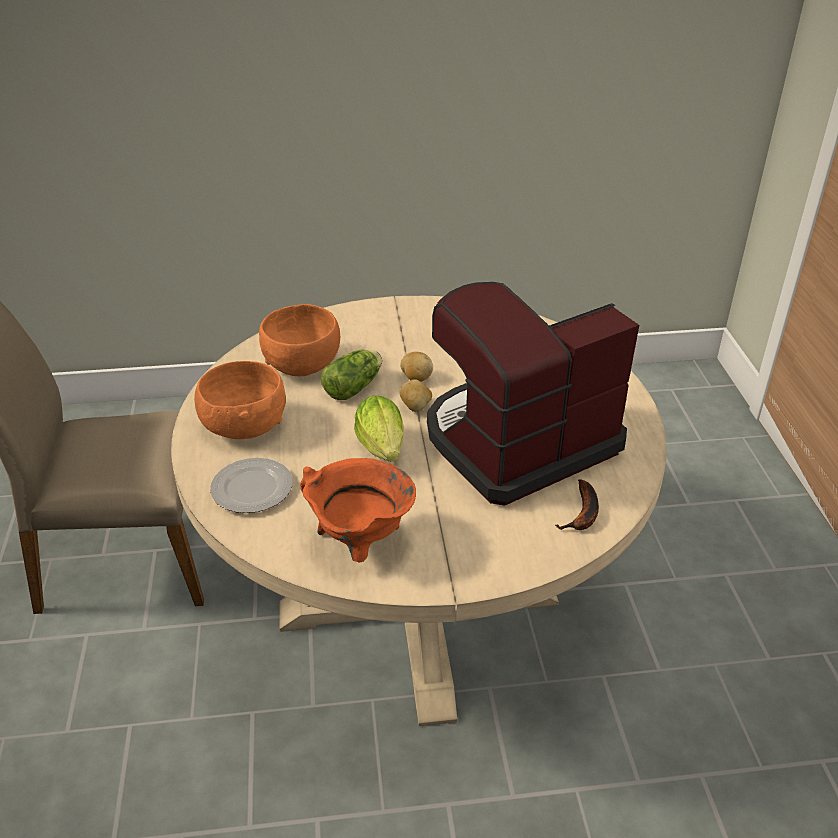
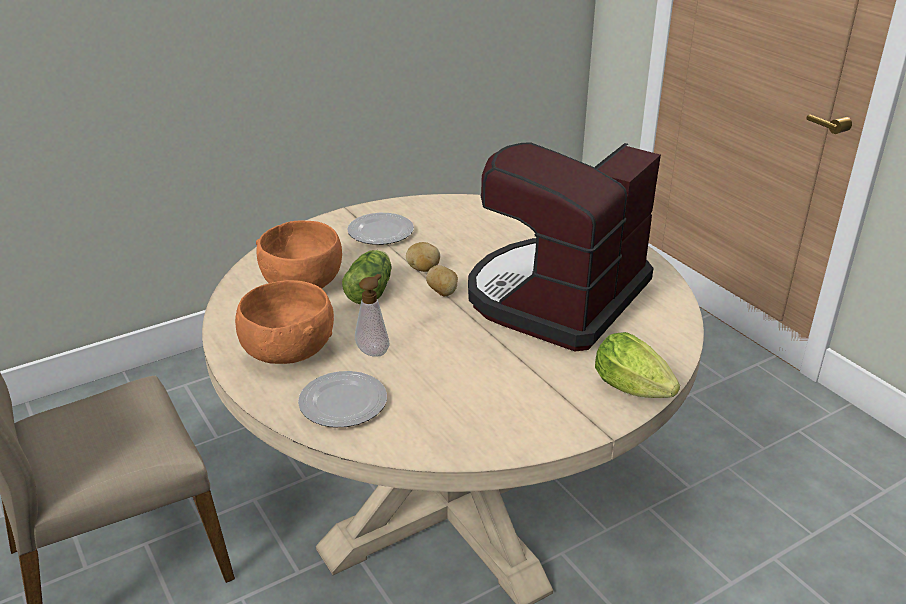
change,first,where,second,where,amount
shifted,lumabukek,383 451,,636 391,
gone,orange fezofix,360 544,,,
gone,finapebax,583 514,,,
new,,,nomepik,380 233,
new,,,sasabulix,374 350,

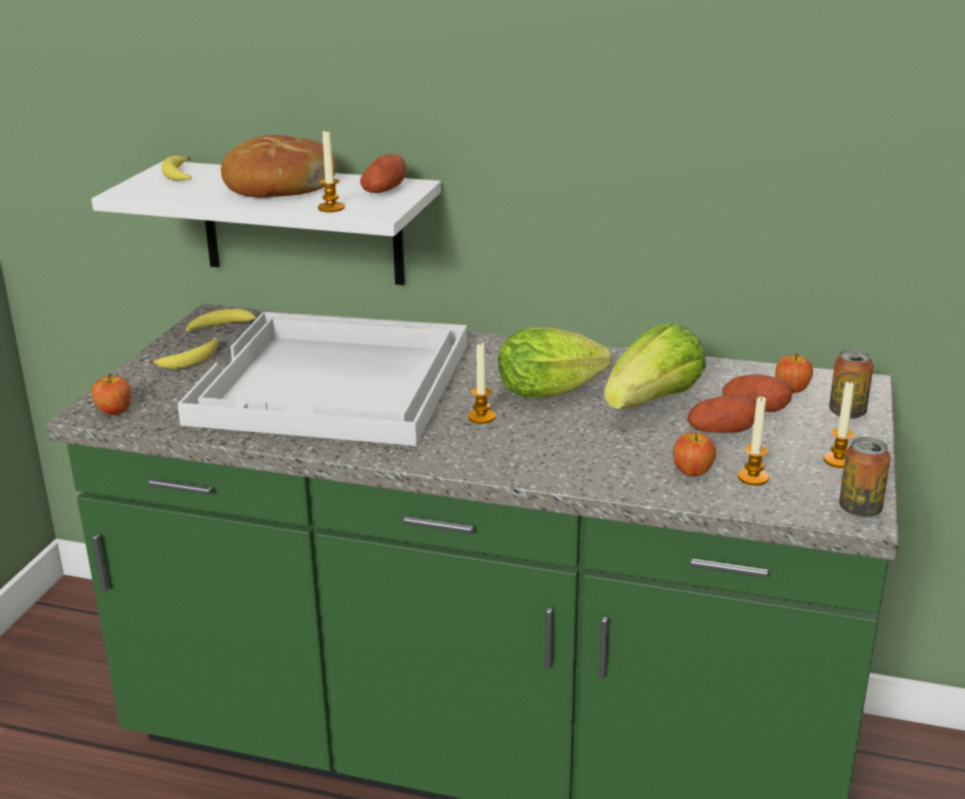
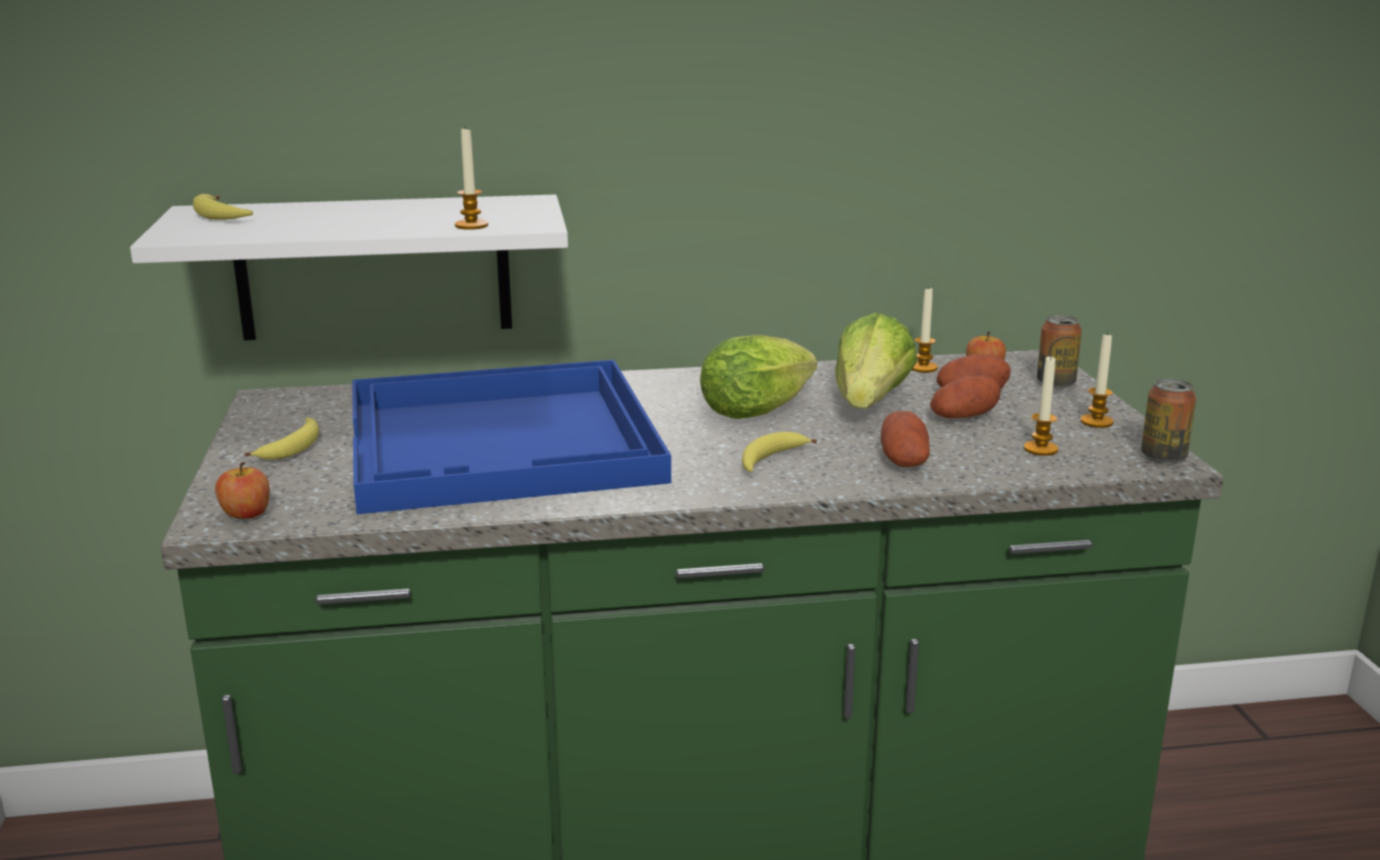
change,first,where,second,where,amount
gone,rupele,279 186,,,
shifted,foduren,384 190,,904 460,
shifted,finapebax,221 327,,770 460,
repainted,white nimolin,334 383,blue nimolin,504 441,
shifted,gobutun,481 417,,923 368,
gone,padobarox,693 471,,,

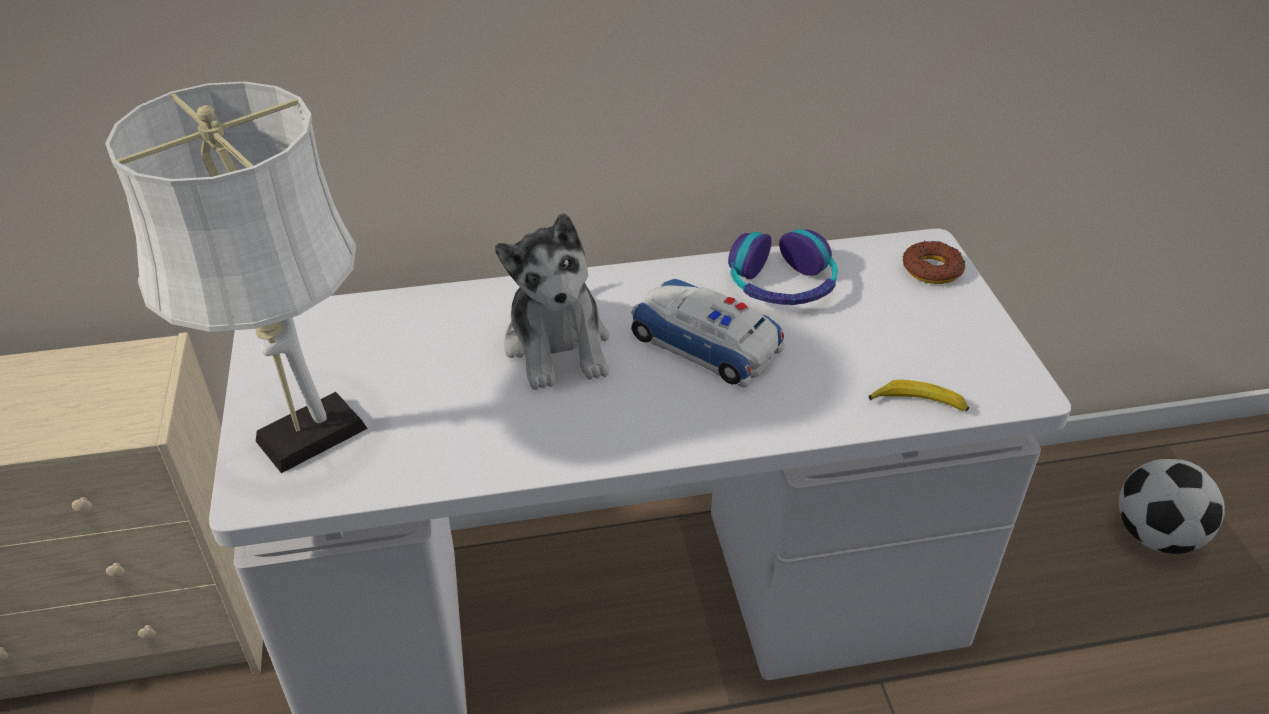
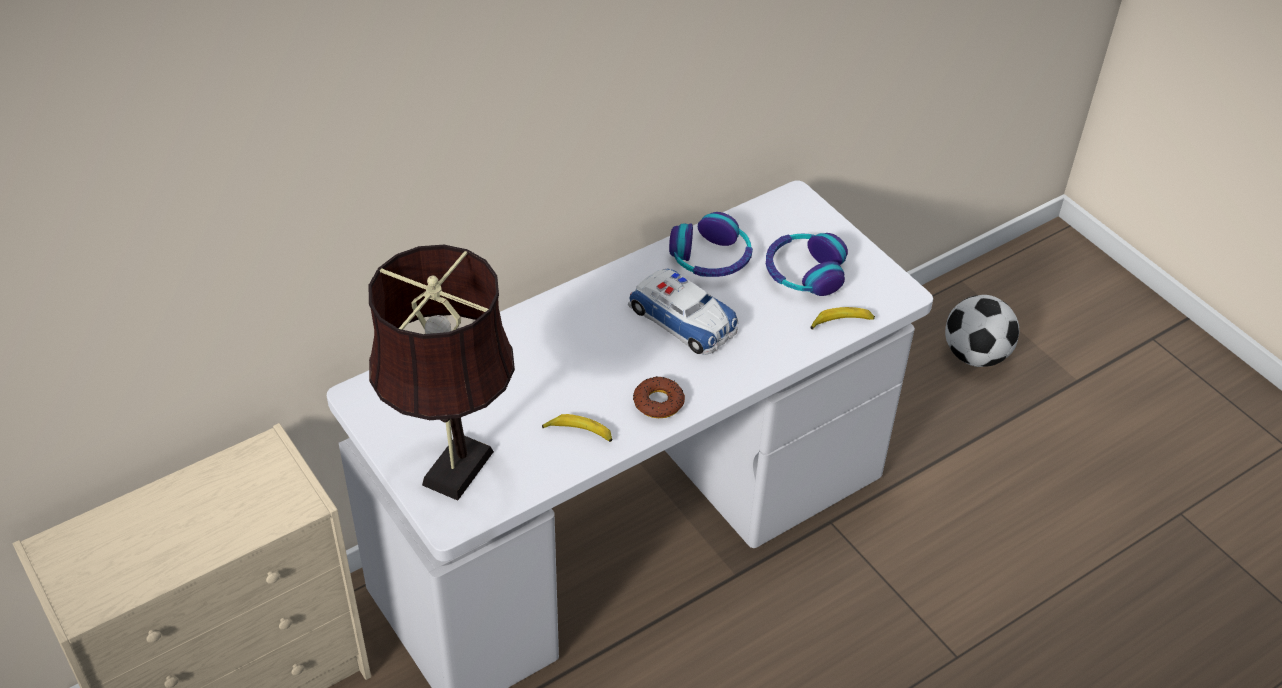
change,first,where,second,where,amount
repainted,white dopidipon,301 439,brown dopidipon,453 473,
gone,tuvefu,558 346,,,
shifted,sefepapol,932 269,,658 402,
rotated,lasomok,705 342,,683 319,150 degrees counterclockwise
new,,,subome,804 272,
new,,,finapebax,579 433,

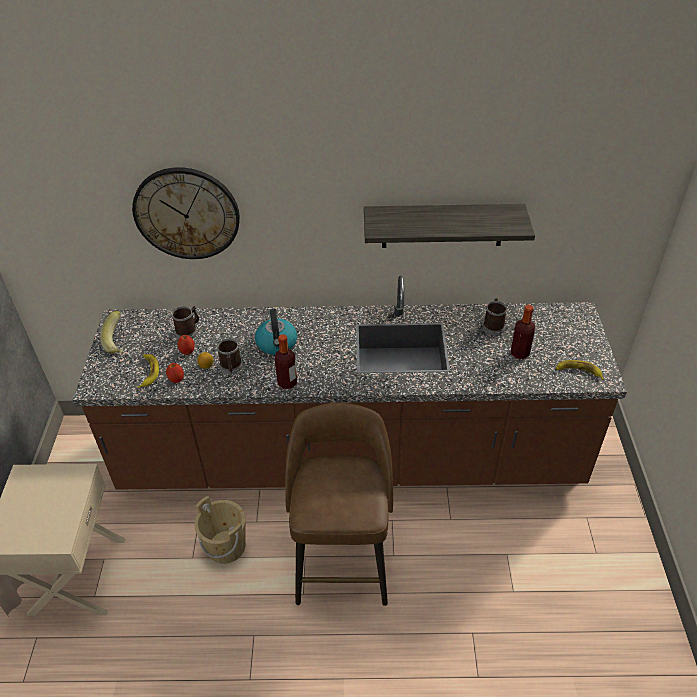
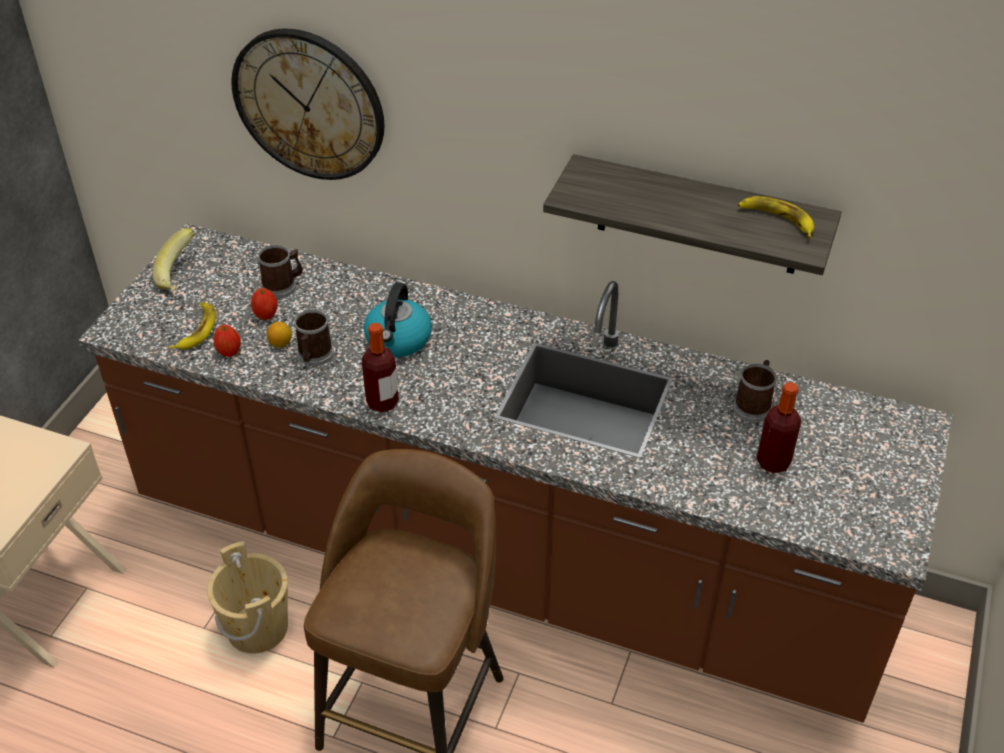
change,first,where,second,where,amount
shifted,finapebax,578 371,,776 219,

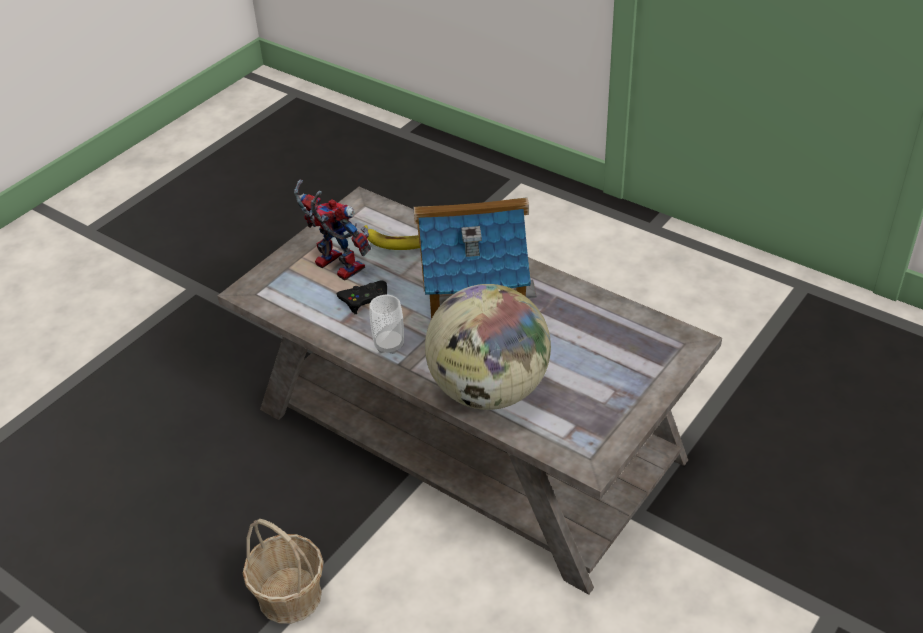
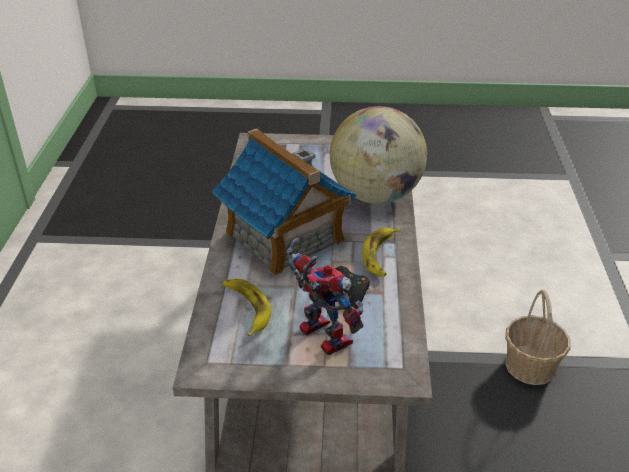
change,first,where,second,where,amount
rotated,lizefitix,333 266,,318 335,135 degrees clockwise
swapped,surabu,389 345,finapebax,381 255,

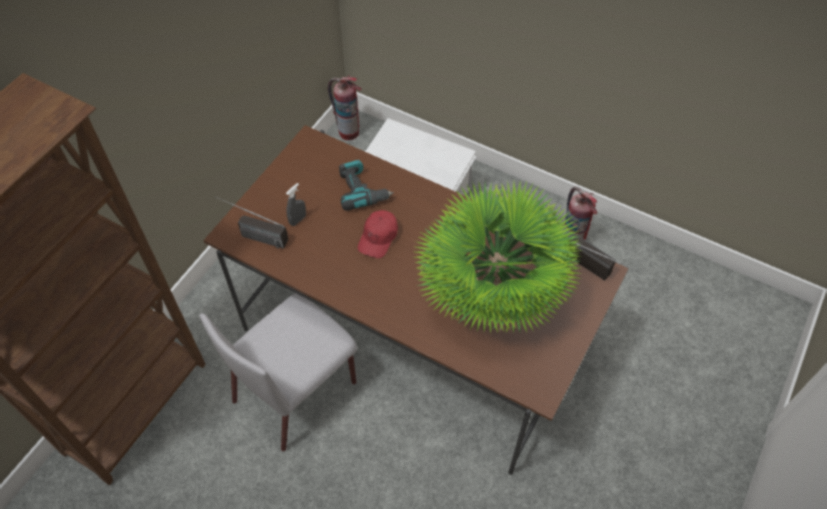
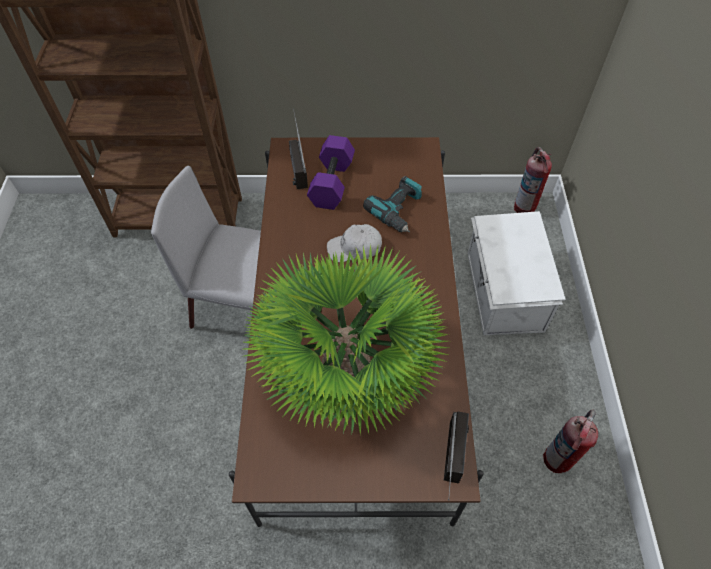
change,first,where,second,where,amount
swapped,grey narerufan,298 220,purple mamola,332 183,
repainted,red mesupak,378 237,white mesupak,355 248,

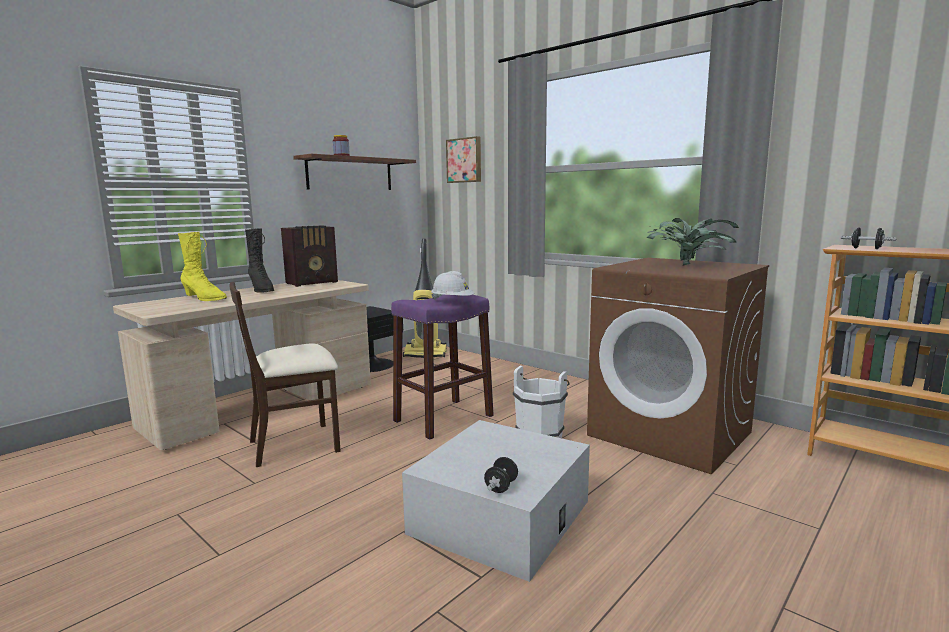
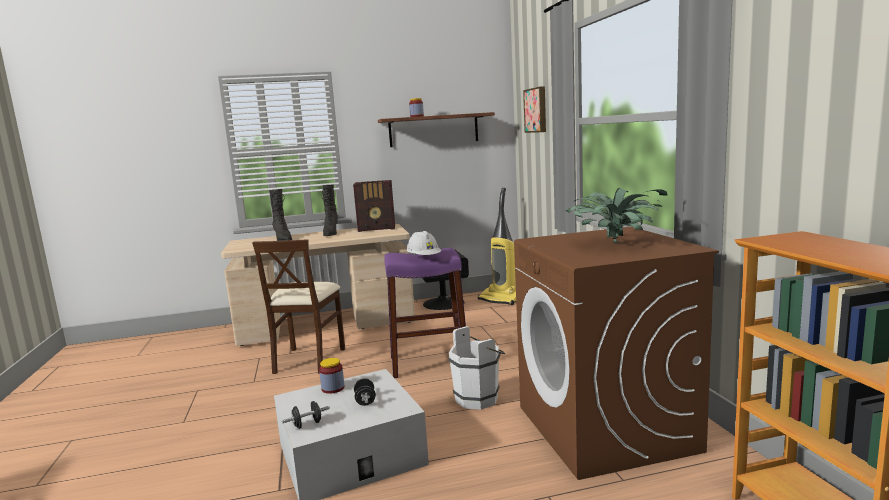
change,first,where,second,where,amount
shifted,black mamola,866 248,,365 401,
repainted,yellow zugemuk,204 298,black zugemuk,283 239,
rotated,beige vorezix,295 444,,308 360,90 degrees counterclockwise
new,,,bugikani,333 388,

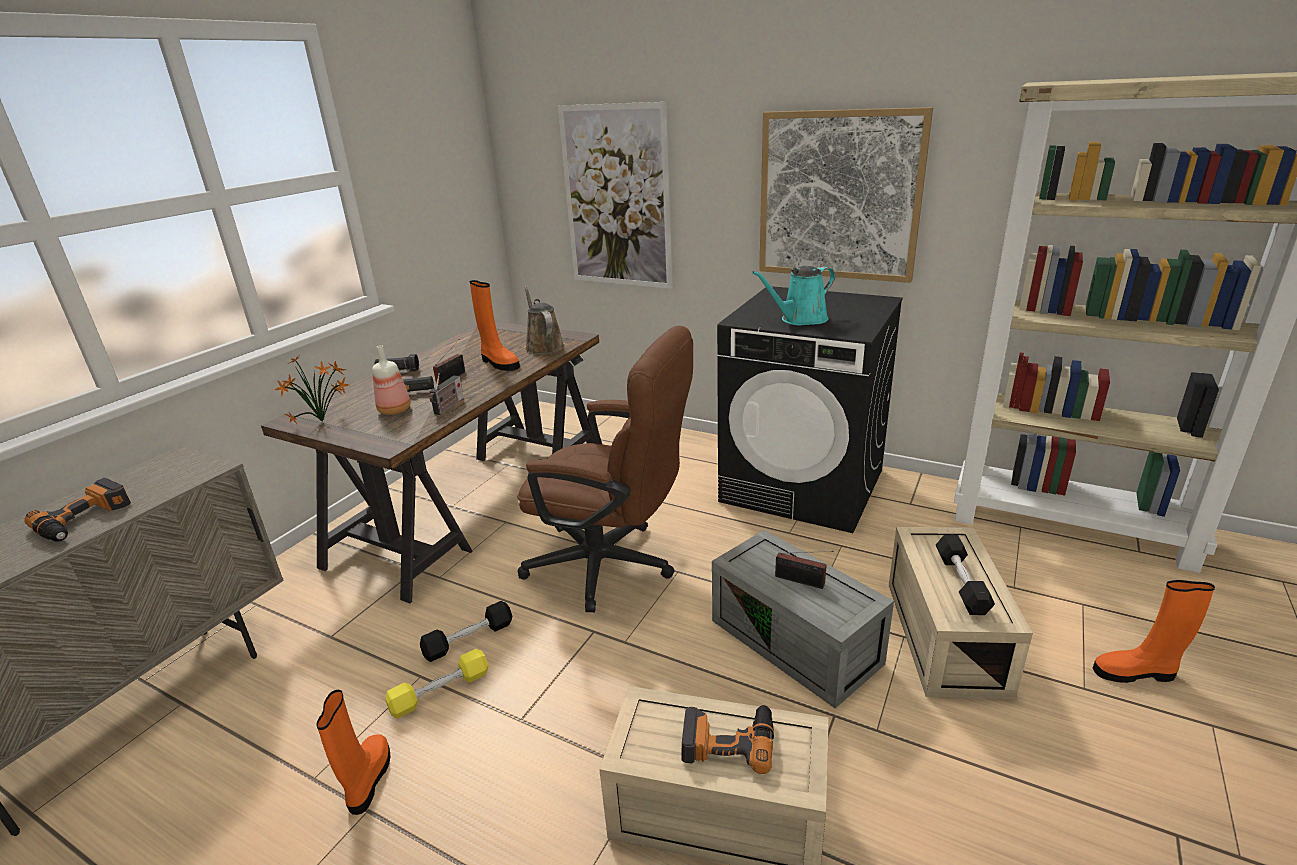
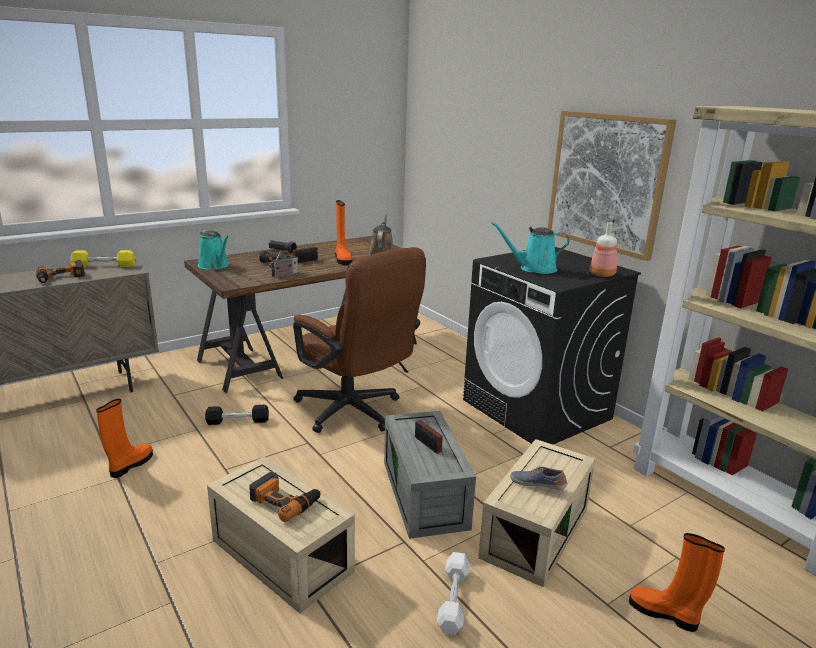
change,first,where,second,where,amount
gone,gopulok,616 198,,,
shifted,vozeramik,395 410,,602 274,
swapped,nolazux,324 421,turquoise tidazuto,215 266,
swapped,black mamola,961 583,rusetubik,537 484,
shifted,yellow mamola,440 691,,104 266,
new,,,white mamola,453 600,

